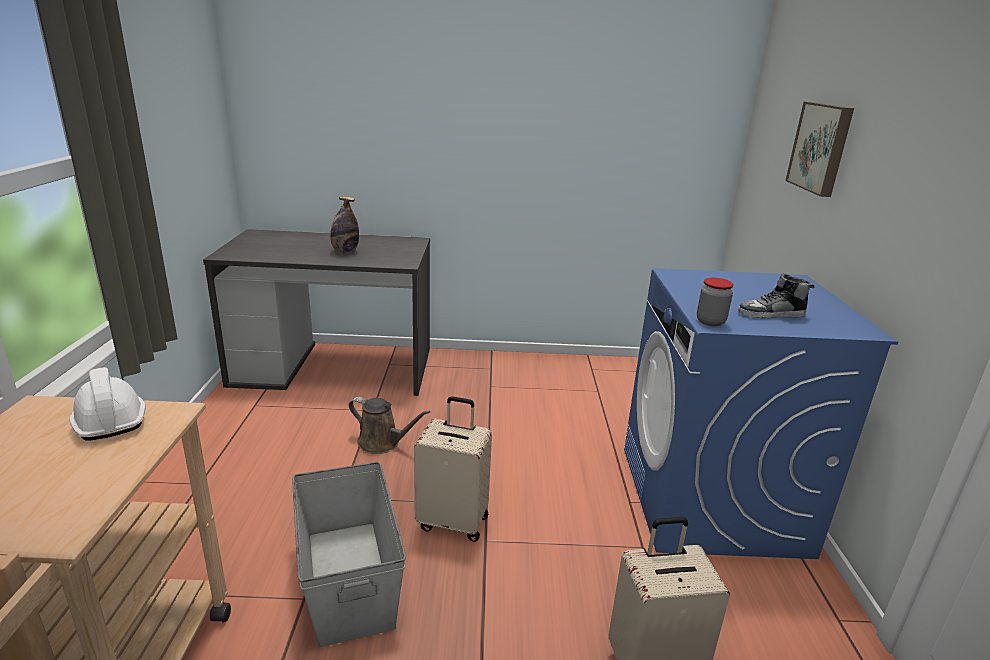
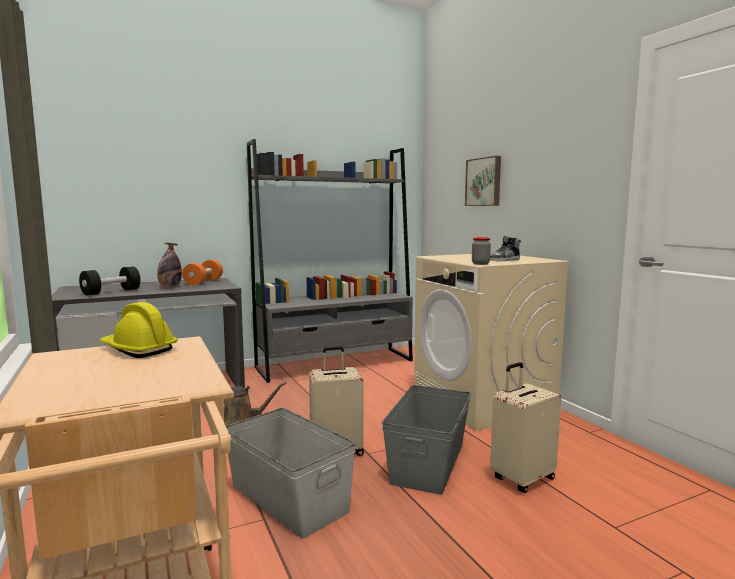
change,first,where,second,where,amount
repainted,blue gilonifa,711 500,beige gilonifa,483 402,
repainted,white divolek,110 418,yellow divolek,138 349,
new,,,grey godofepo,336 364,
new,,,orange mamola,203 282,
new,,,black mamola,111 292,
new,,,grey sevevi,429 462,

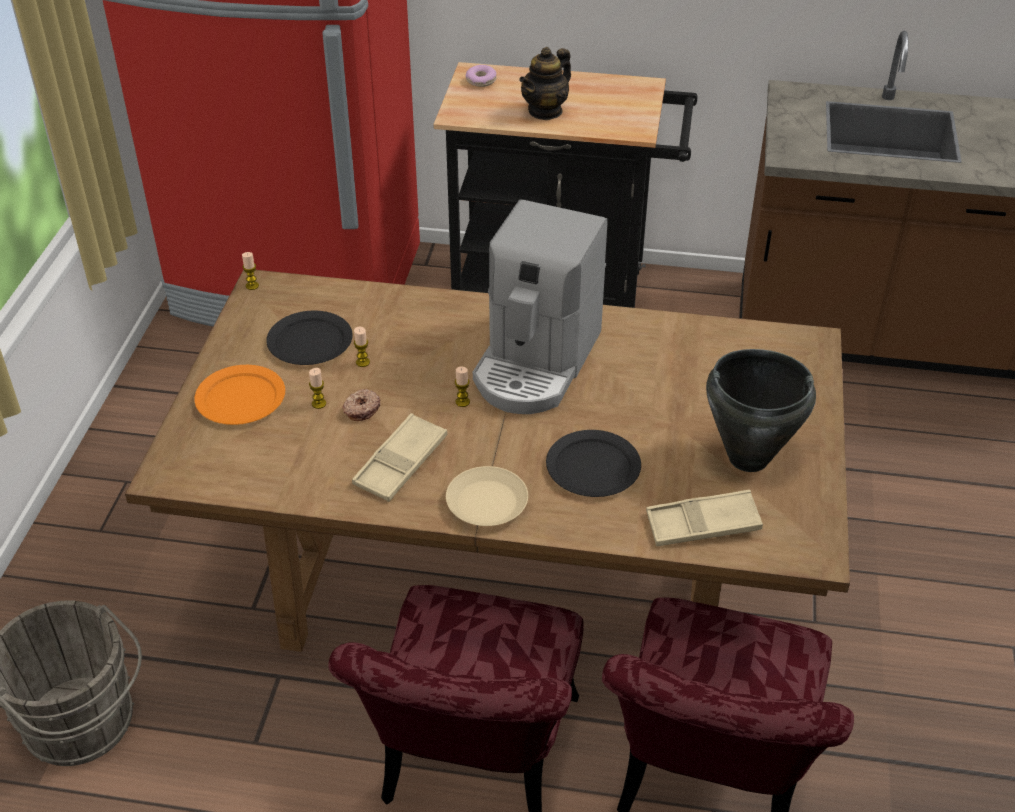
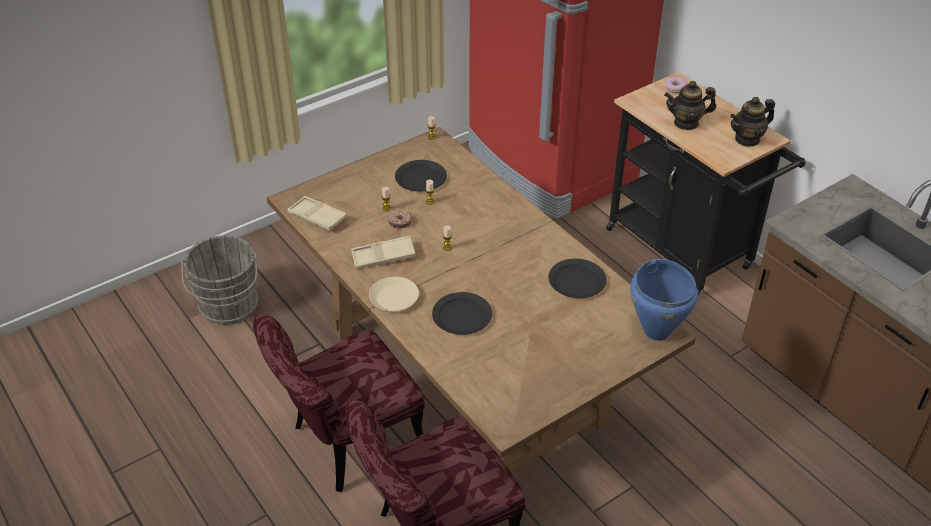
change,first,where,second,where,amount
gone,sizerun,536 363,,,
gone,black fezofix,747 457,,,
gone,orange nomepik,240 398,,,
shifted,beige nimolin,702 525,,317 217,
new,,,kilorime,747 139,
new,,,black nomepik,576 281,
new,,,blue fezofix,657 331,

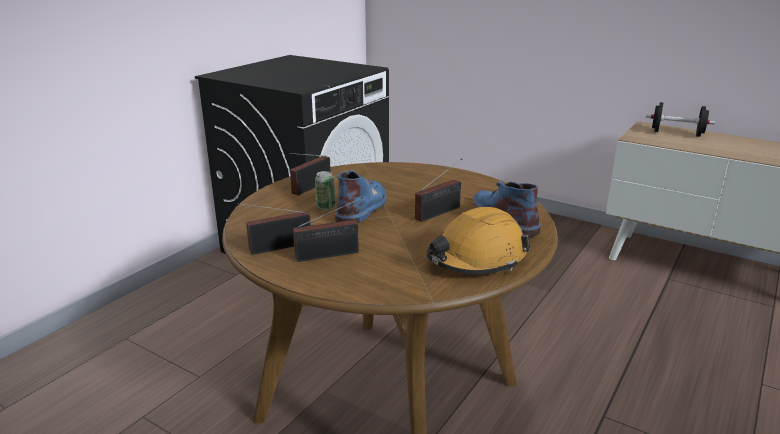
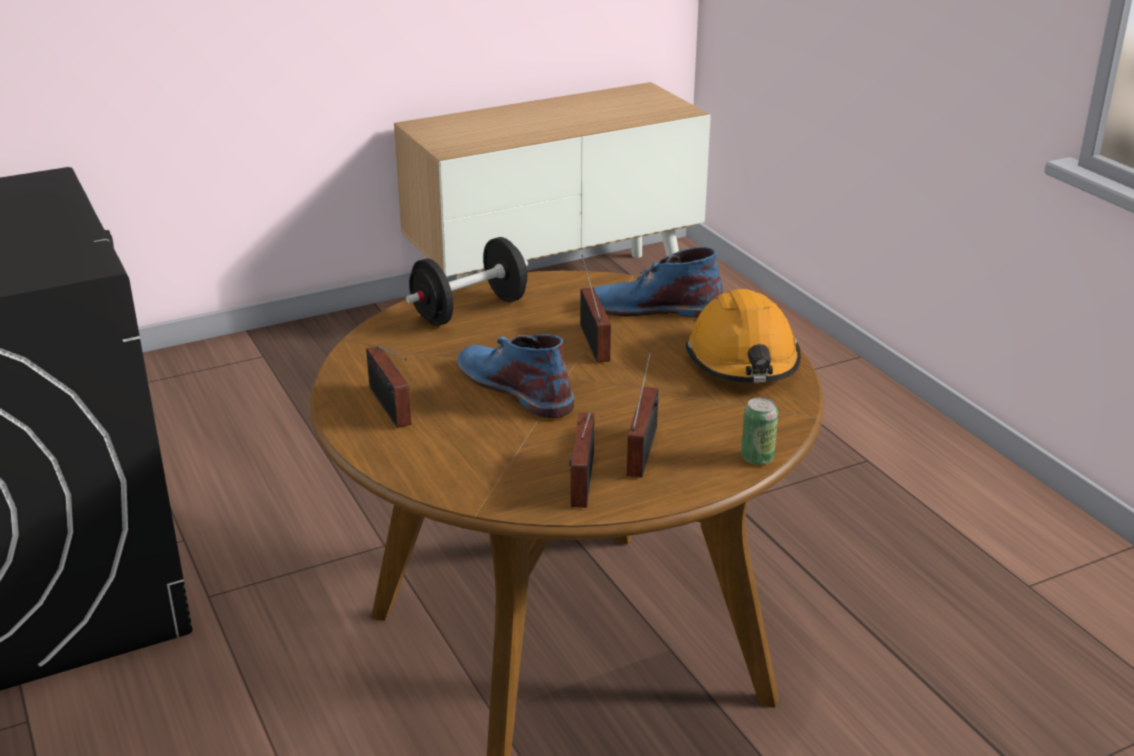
change,first,where,second,where,amount
shifted,black mamola,676 133,,469 310,
shifted,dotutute,325 207,,757 458,

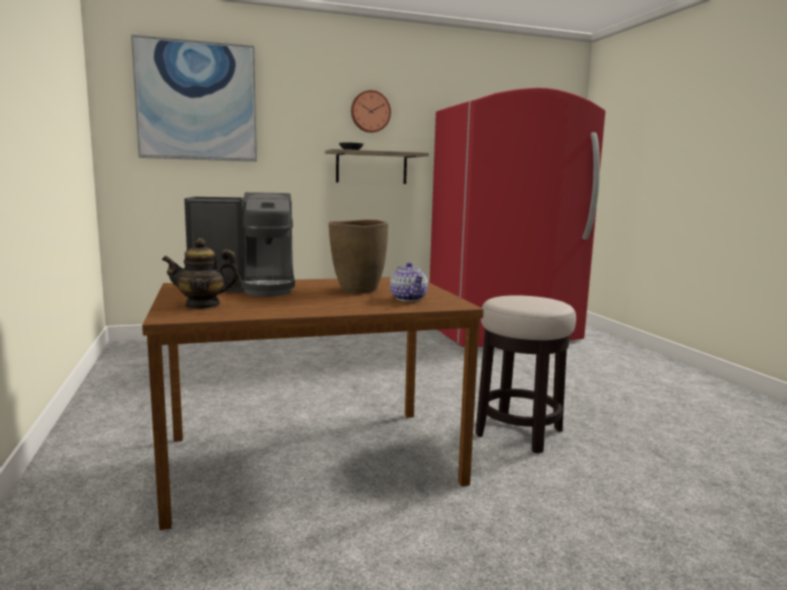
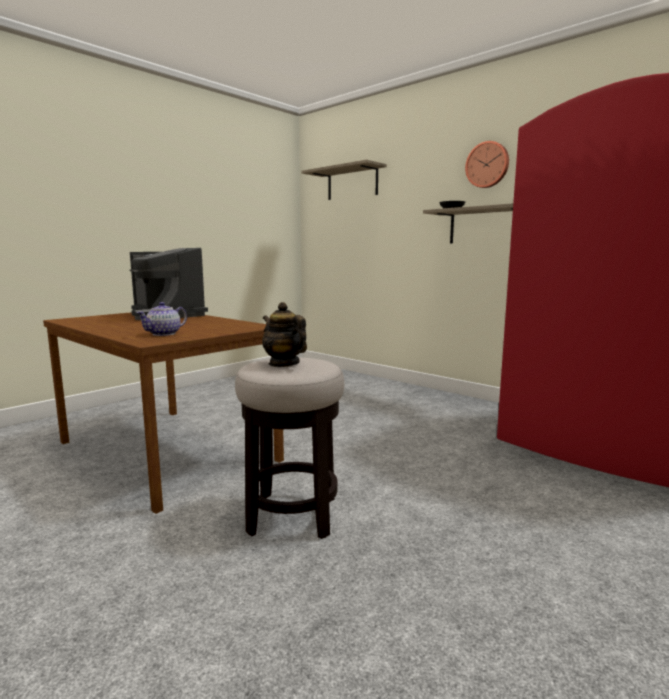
change,first,where,second,where,amount
swapped,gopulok,197 101,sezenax,352 183,
gone,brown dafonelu,358 290,,,
shifted,kilorime,203 305,,284 364,

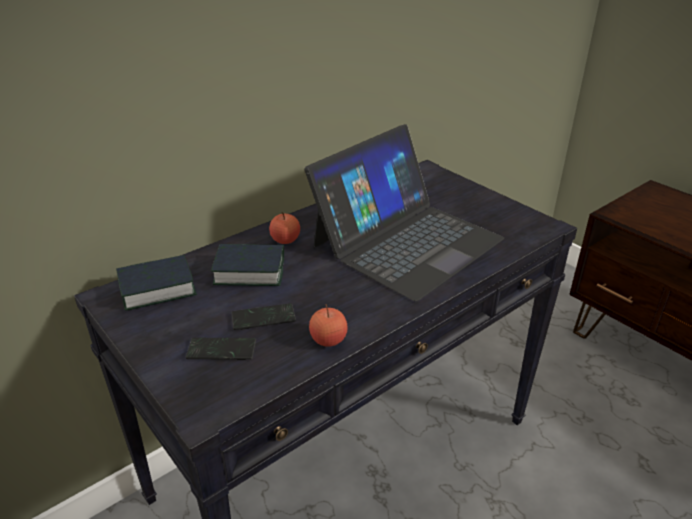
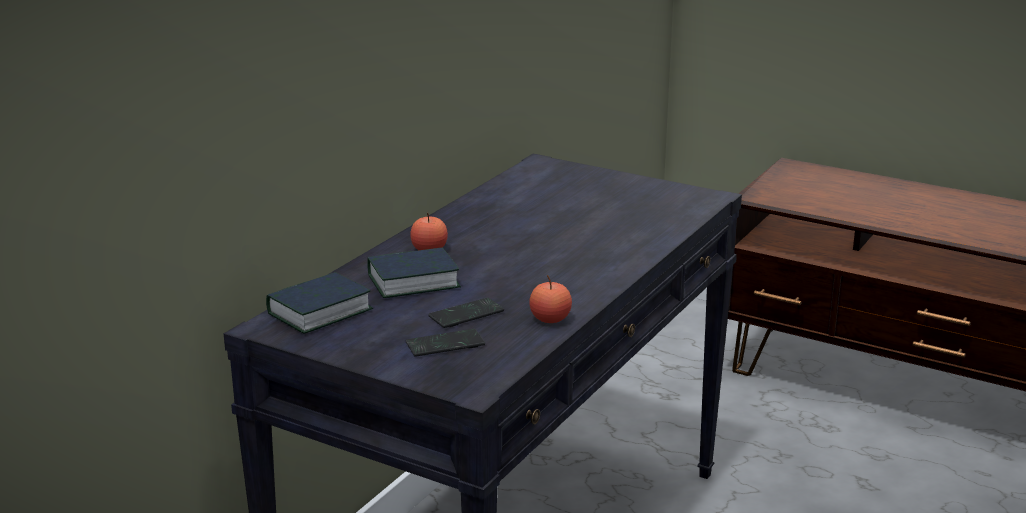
change,first,where,second,where,amount
gone,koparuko,406 241,,,

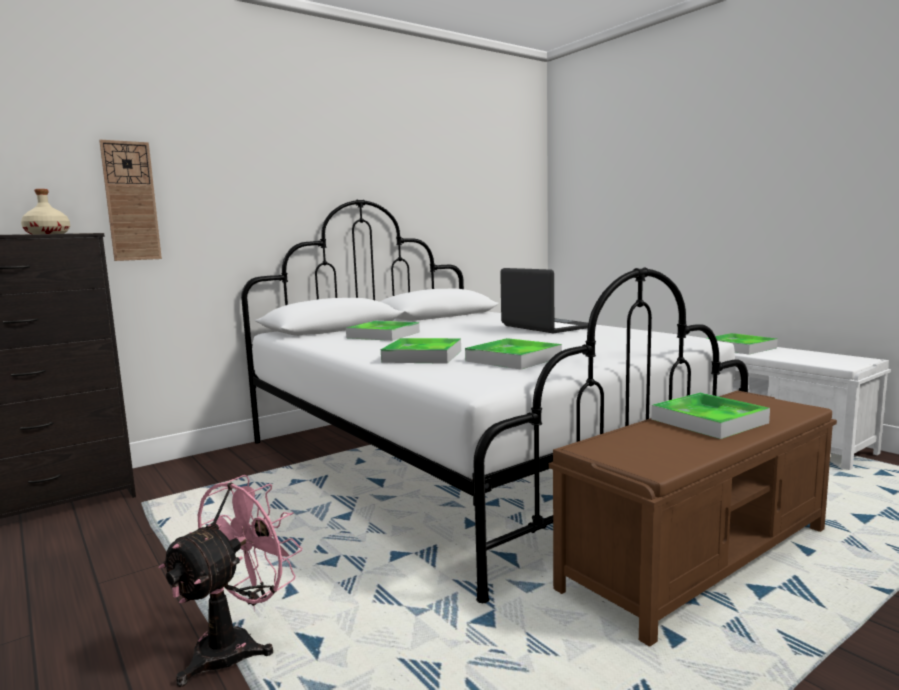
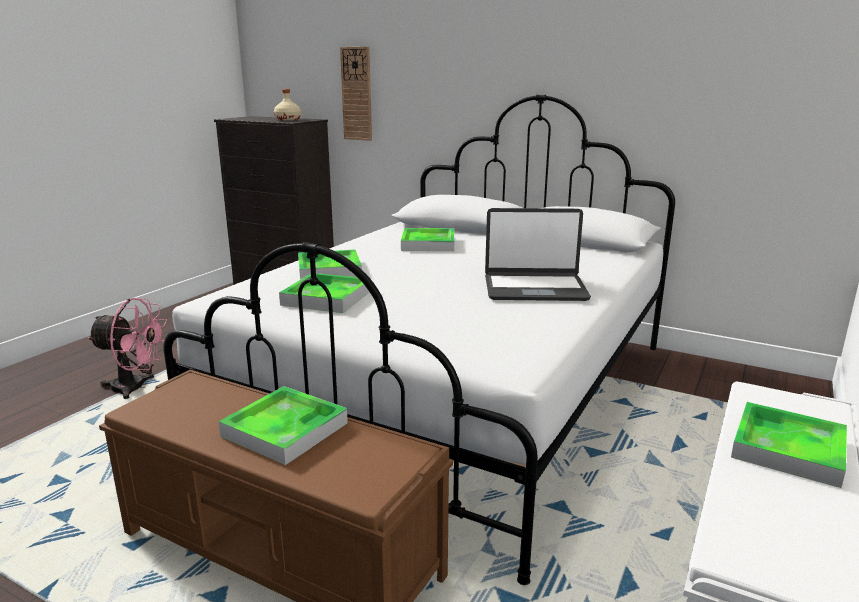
change,first,where,second,where,amount
rotated,koparuko,546 327,,534 288,60 degrees clockwise

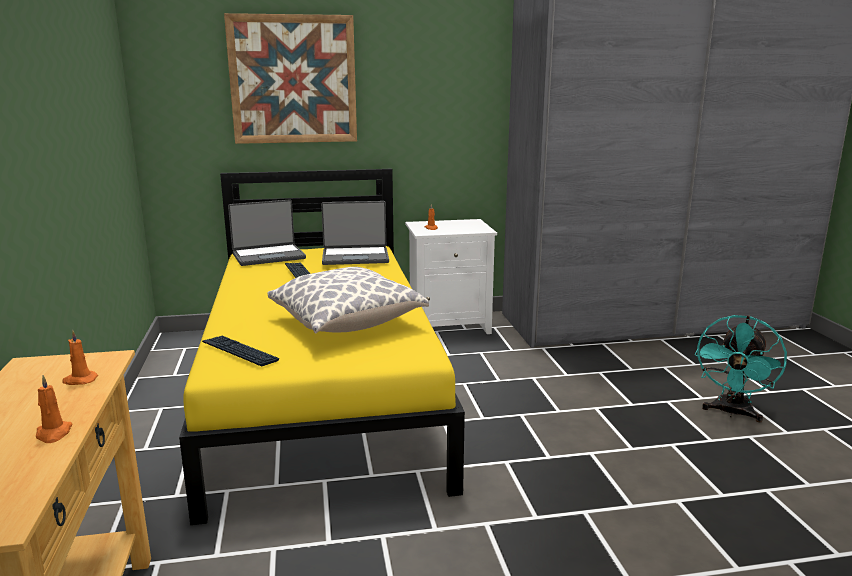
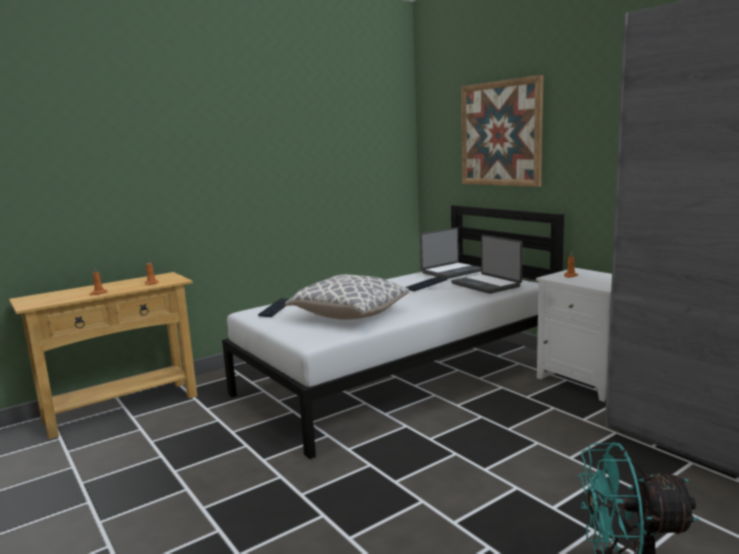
change,first,where,second,where,amount
repainted,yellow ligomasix,322 392,white ligomasix,401 376,
rotated,koparuko,268 256,,451 271,75 degrees counterclockwise

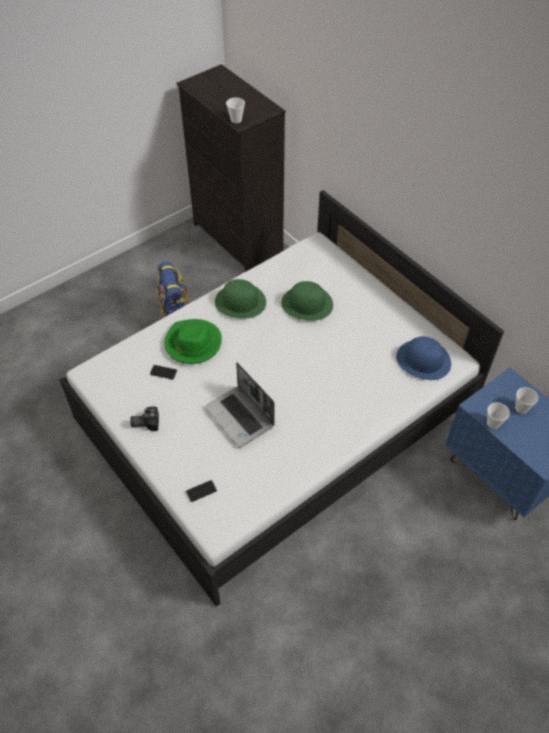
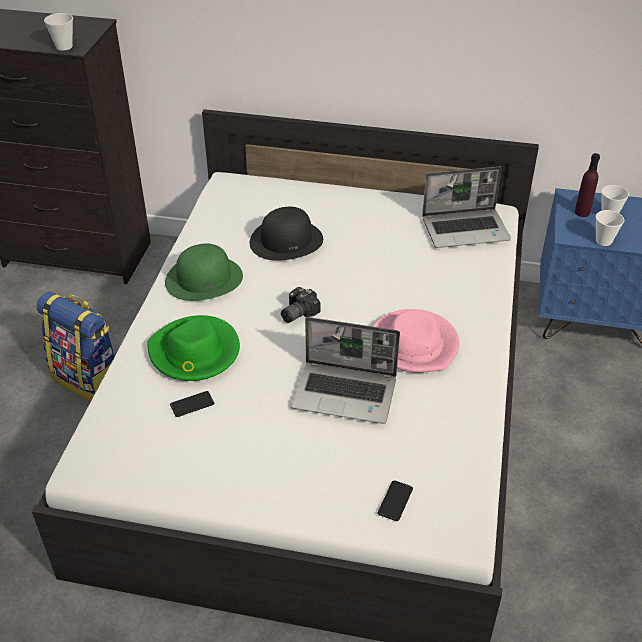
change,first,where,second,where,amount
repainted,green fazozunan,307 303,black fazozunan,286 240,
swapped,blue fazozunan,423 360,koparuko,466 229,
shifted,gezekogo,146 422,,296 313,
new,,,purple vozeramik,582 212,
new,,,pink fazozunan,414 344,

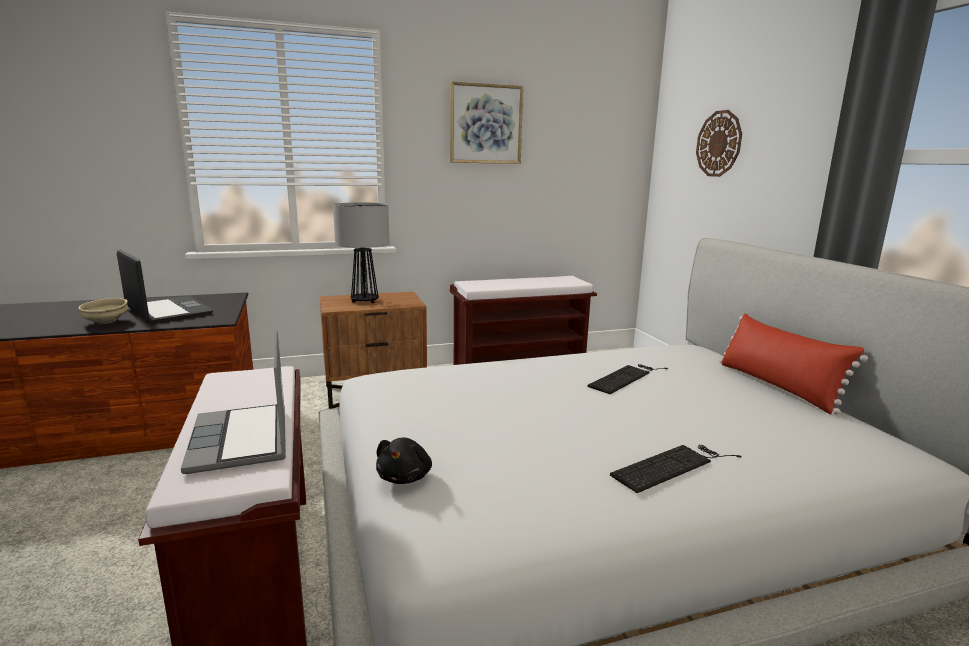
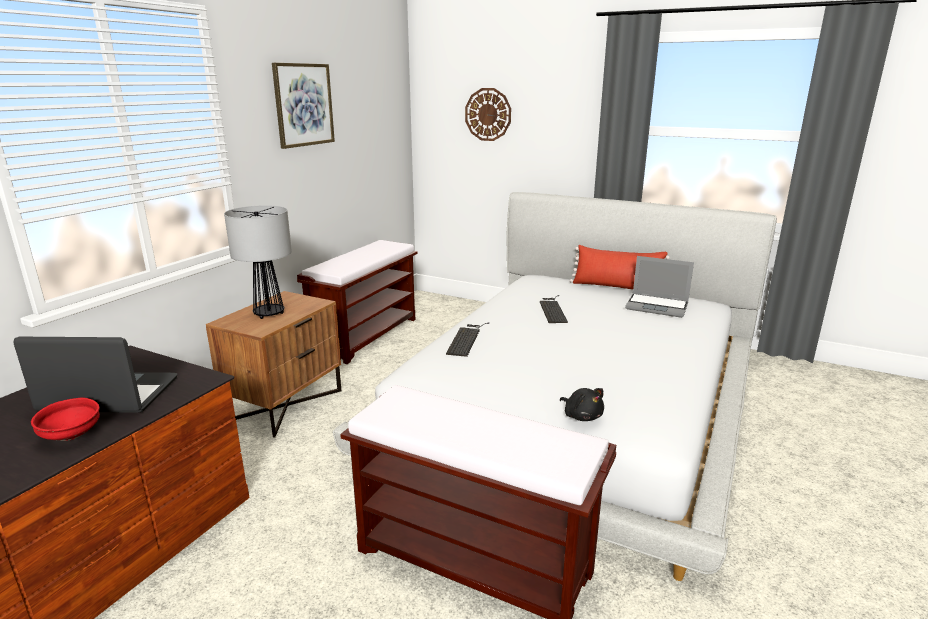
change,first,where,second,where,amount
repainted,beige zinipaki,106 322,red zinipaki,71 435,
shifted,koparuko,242 440,,657 306,
shifted,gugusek,672 466,,466 339,

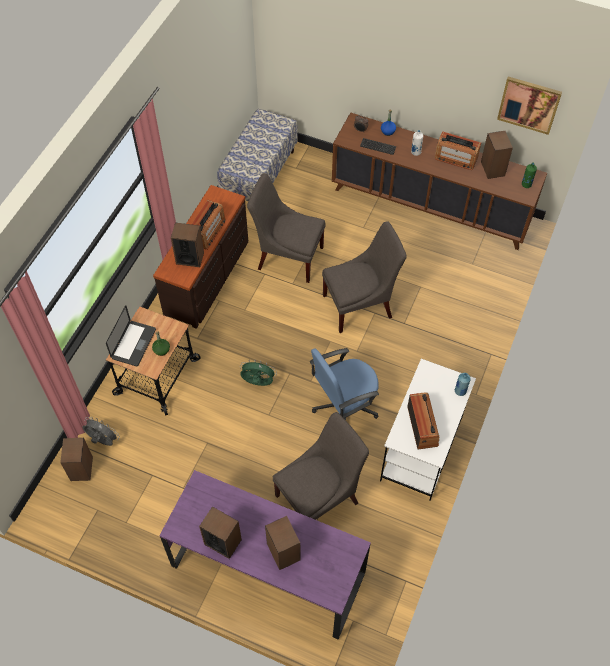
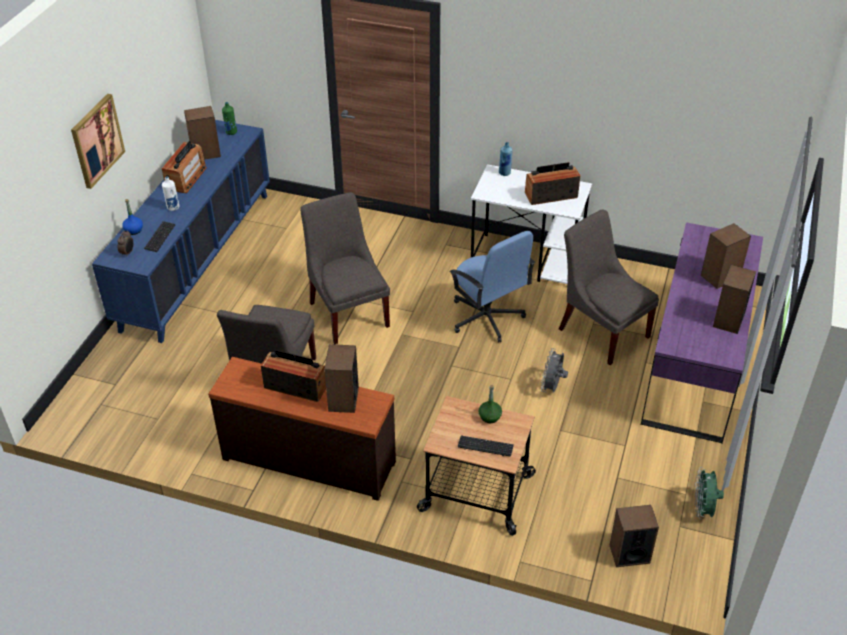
change,first,where,second,where,amount
shifted,gopulok,529 104,,97 140,
gone,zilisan,259 175,,,
repainted,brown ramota,430 205,blue ramota,197 260,
swapped,koparuko,133 344,gugusek,485 446,
shifted,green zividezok,258 383,,703 509,
shifted,grey zividezok,102 441,,552 387,

